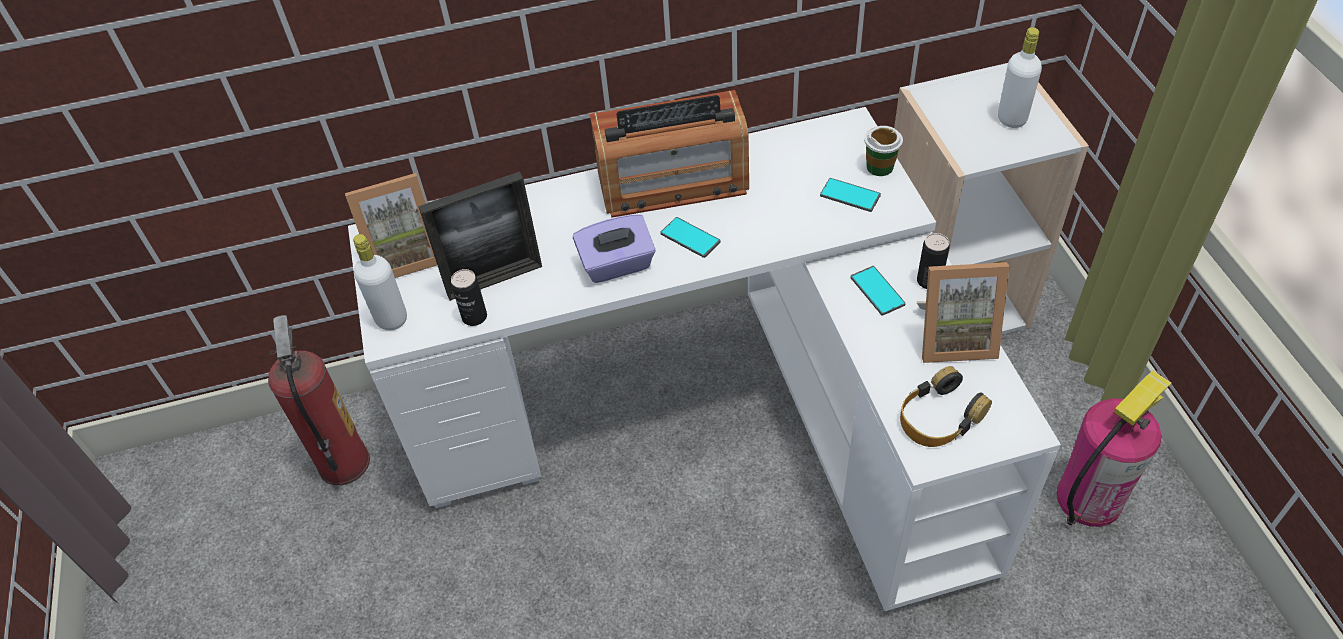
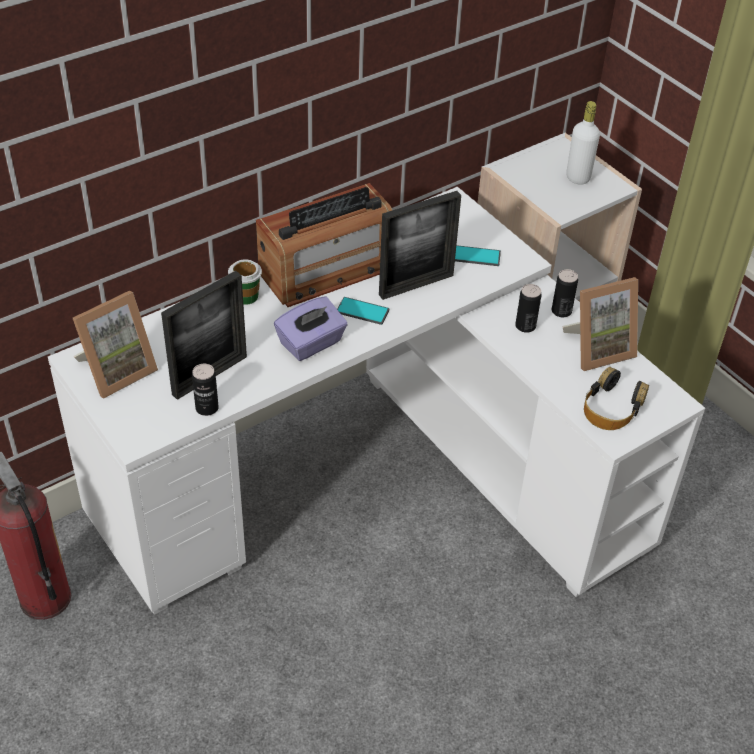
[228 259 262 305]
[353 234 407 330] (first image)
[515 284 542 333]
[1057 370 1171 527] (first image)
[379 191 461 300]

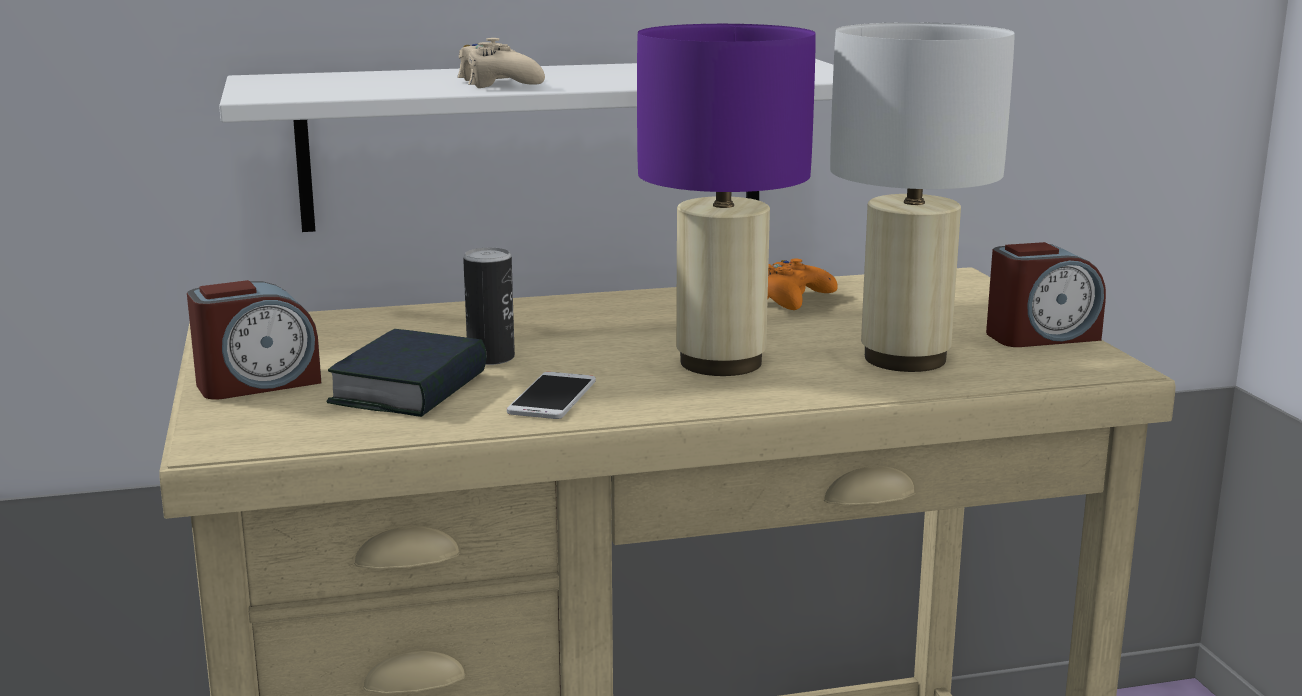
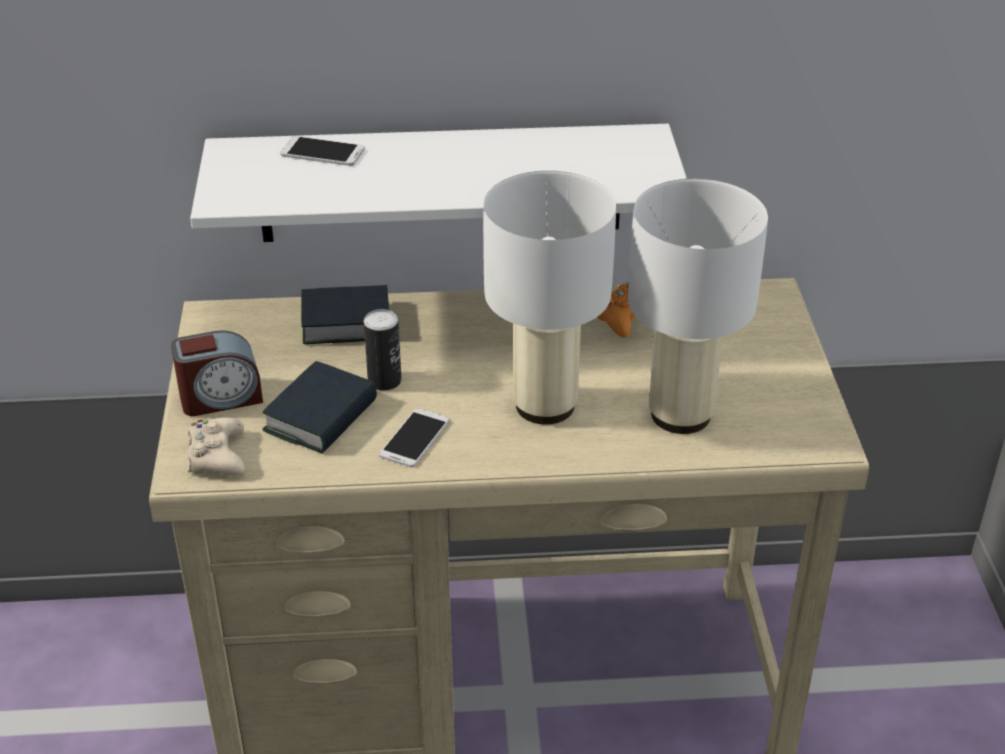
[483 171 616 425]
[187 417 245 476]
[986 242 1106 347] (first image)
[280 136 365 166]
[301 285 389 344]

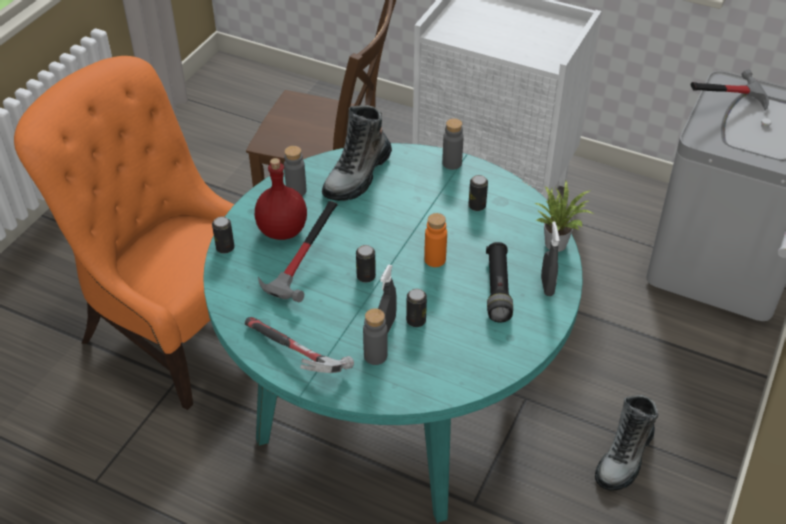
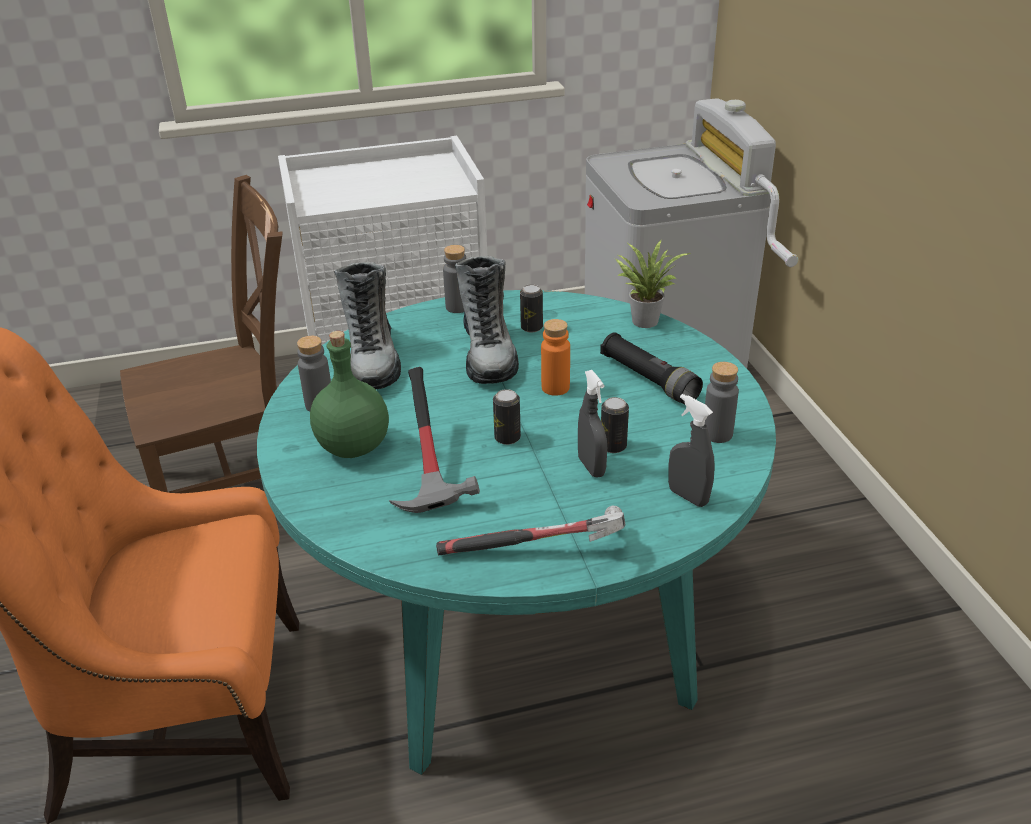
[691 69 769 111] (first image)
[310 331 389 458]
[212 216 234 254] (first image)
[668 394 715 507]
[705 362 739 443]
[455 256 519 384]

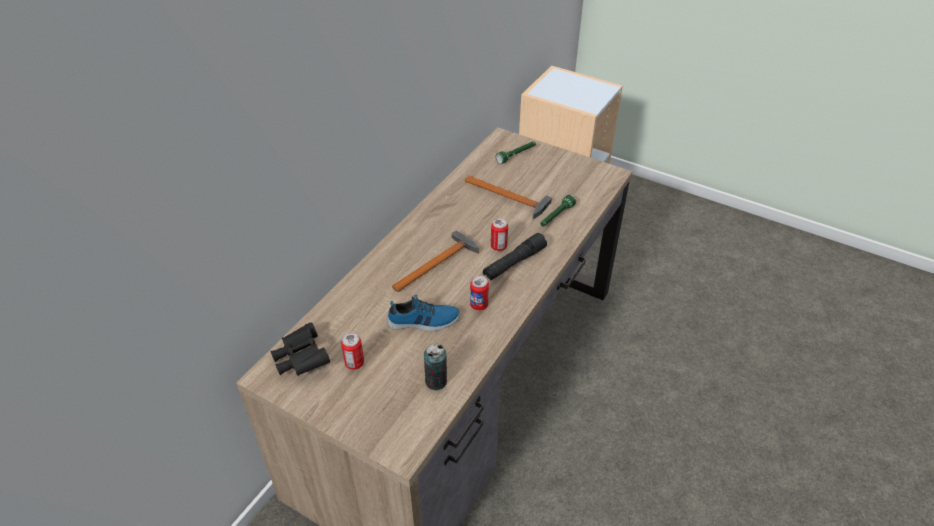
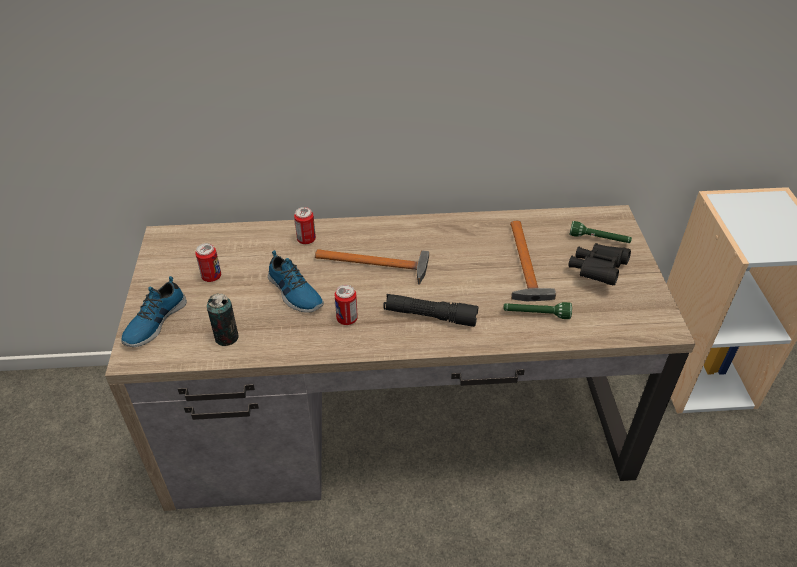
[294 207 316 244]
[568 243 631 285]
[121 276 187 347]

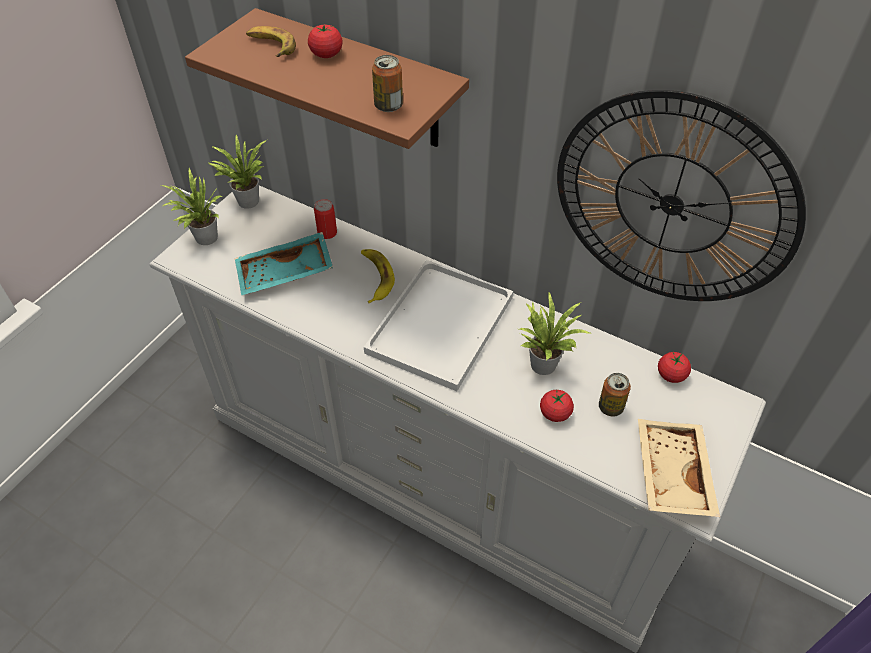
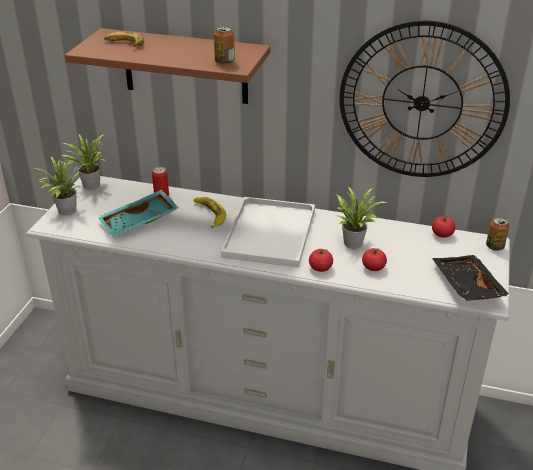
[309 249 333 272]
[486 216 509 251]
[432 255 510 301]

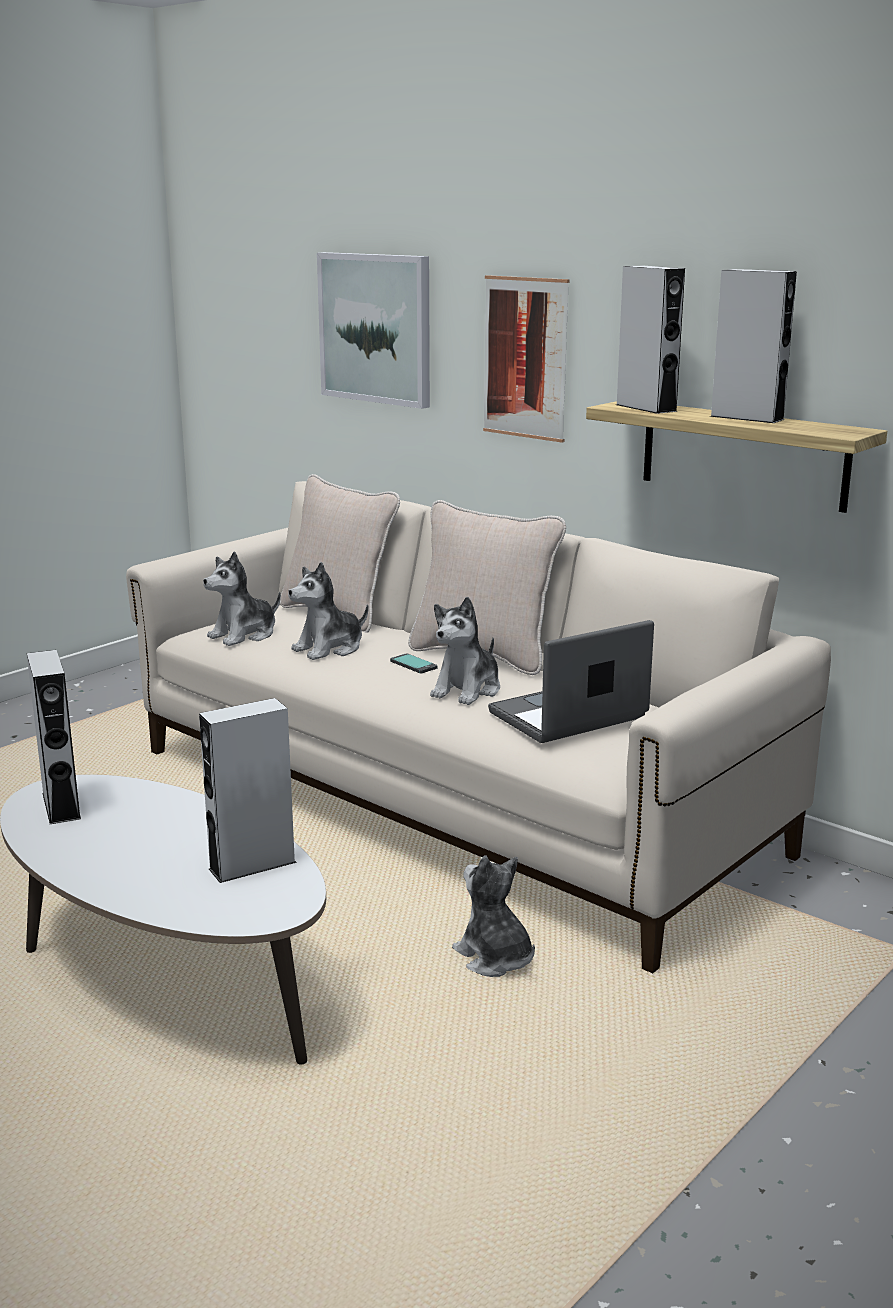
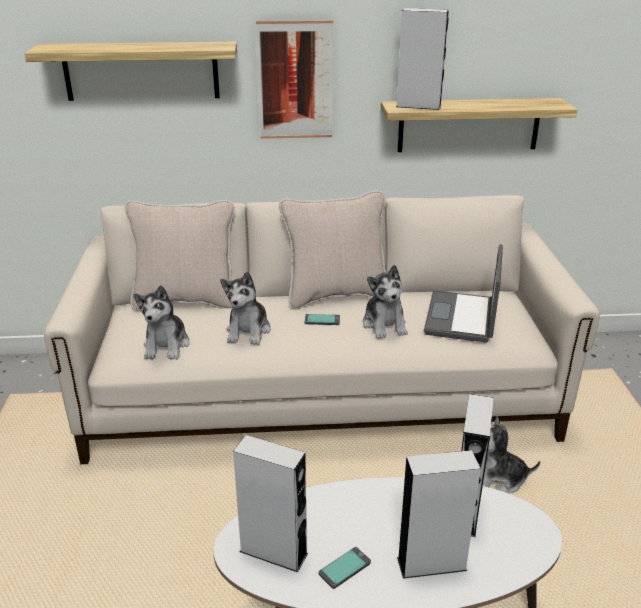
[24 42 237 101]
[397 450 481 579]
[319 547 371 589]

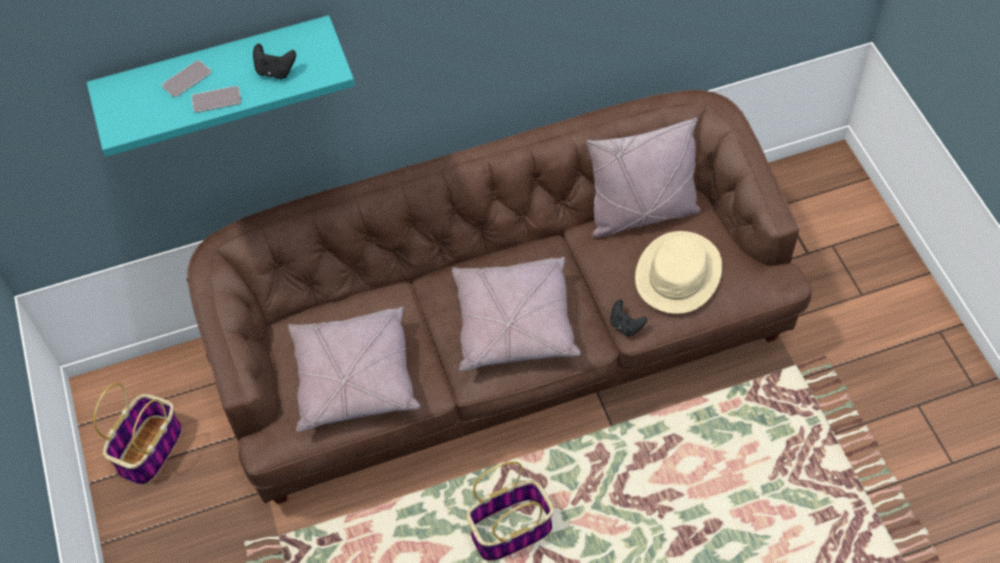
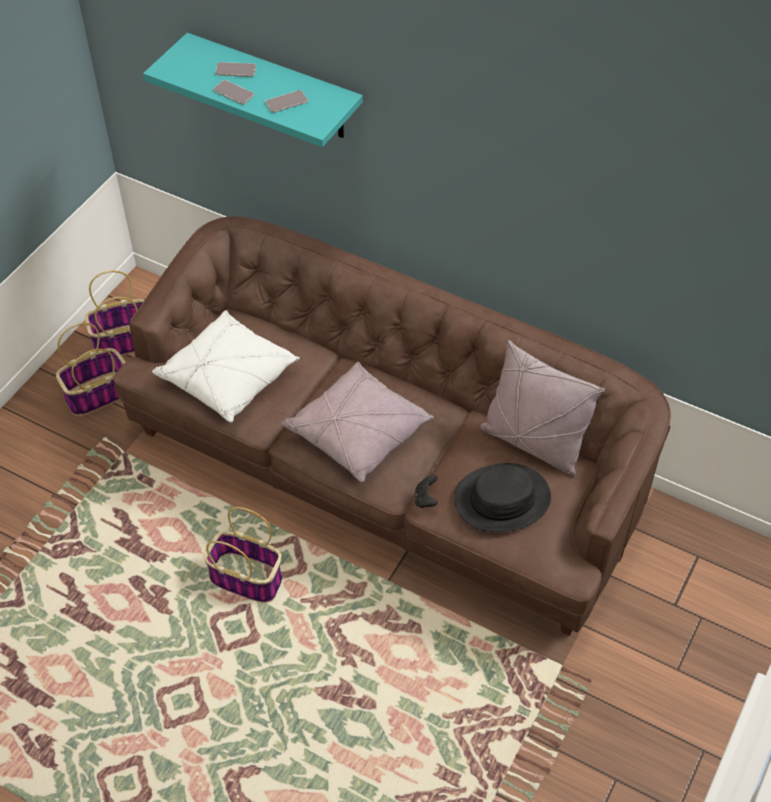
[265 90 308 113]
[454 463 551 532]
[152 310 300 423]
[56 323 126 416]

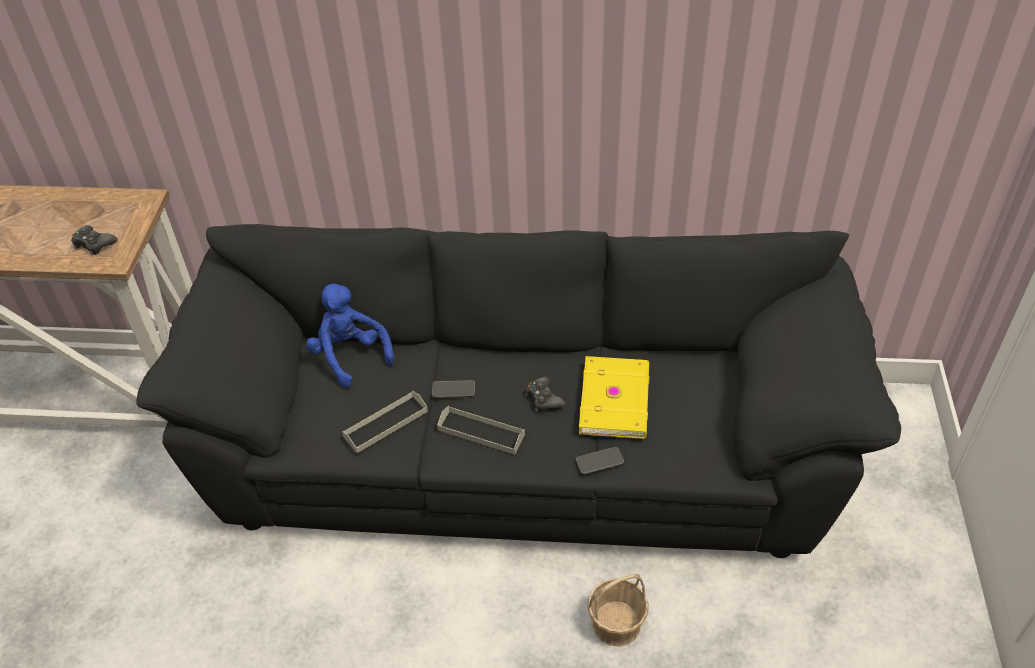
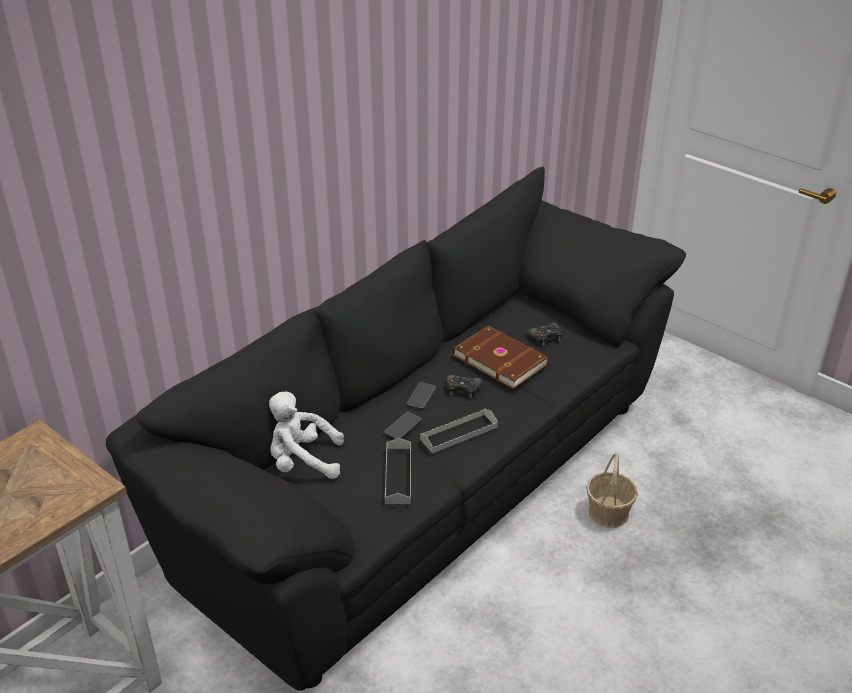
[526 323 562 345]
[269 392 344 479]
[453 325 549 389]
[407 382 436 409]

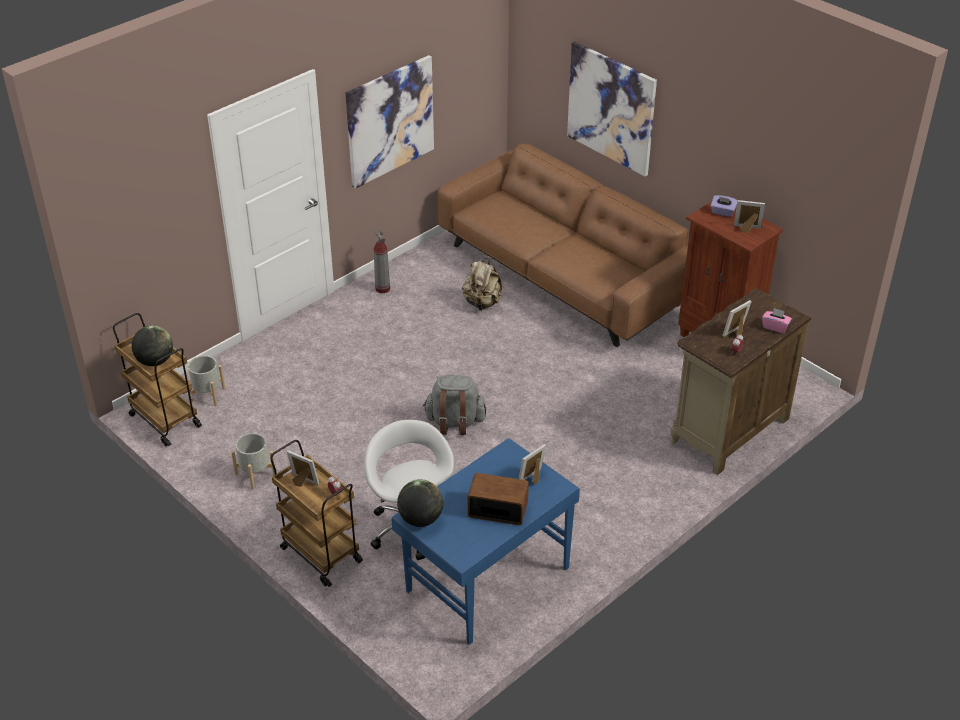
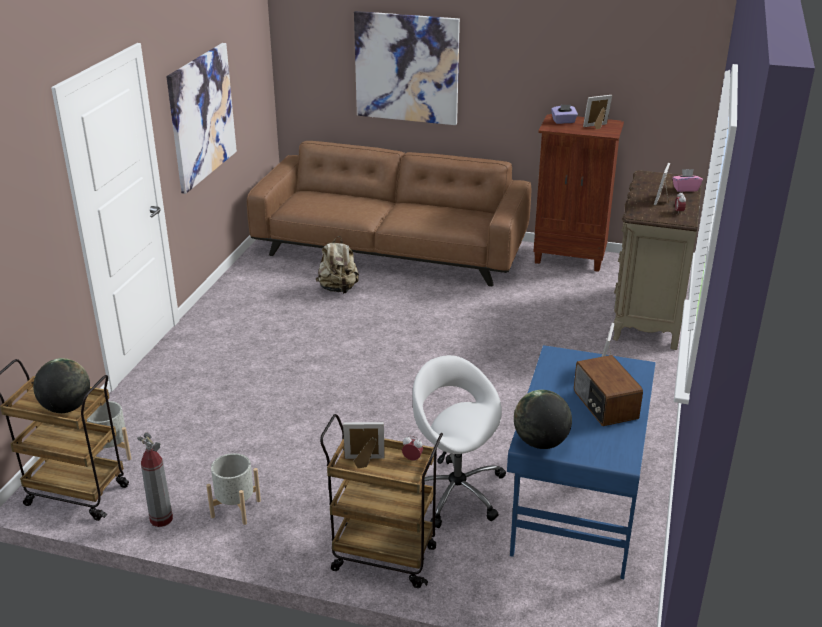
[137 432 173 527]
[423 375 486 435] (first image)
[574 355 643 426]

